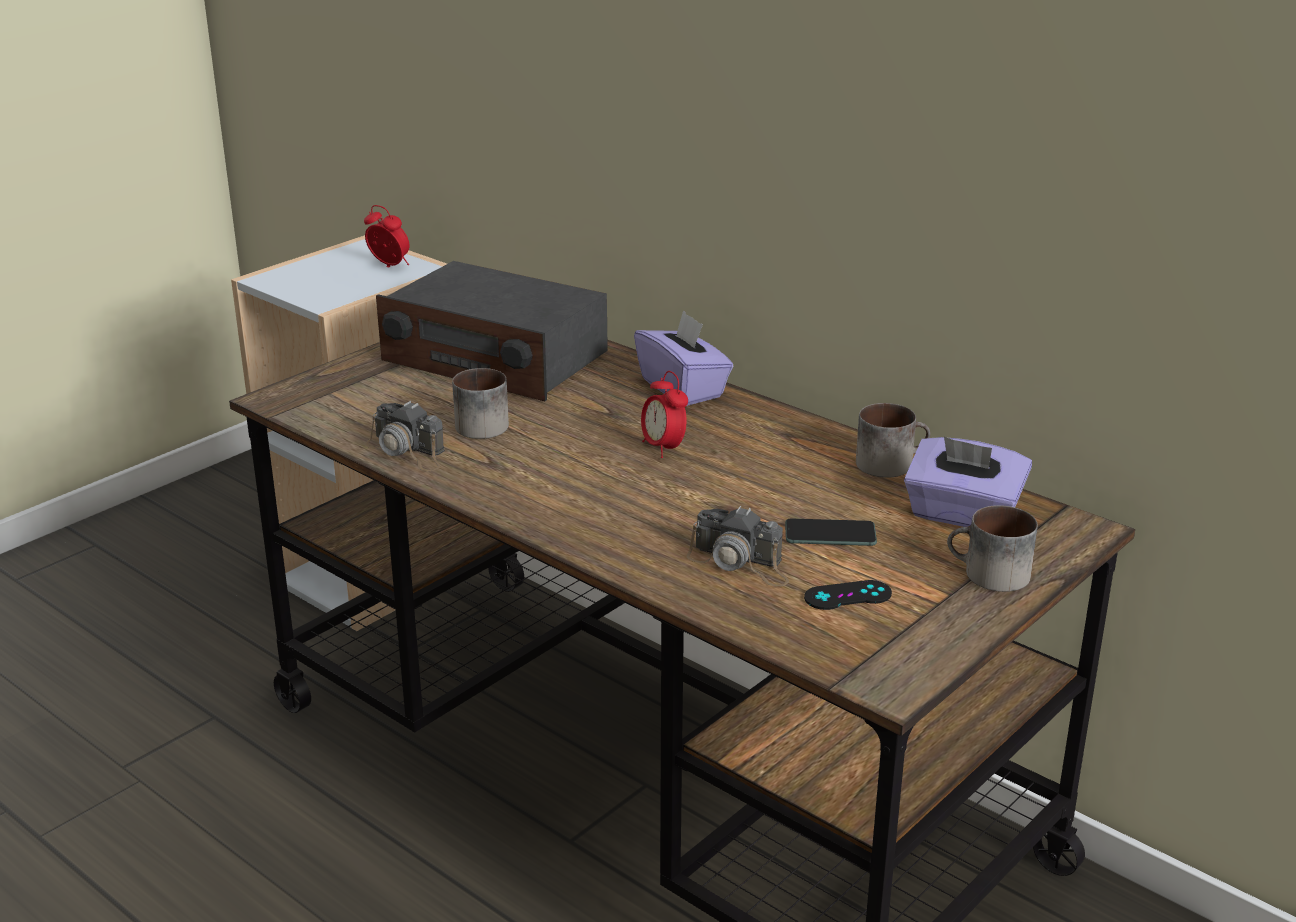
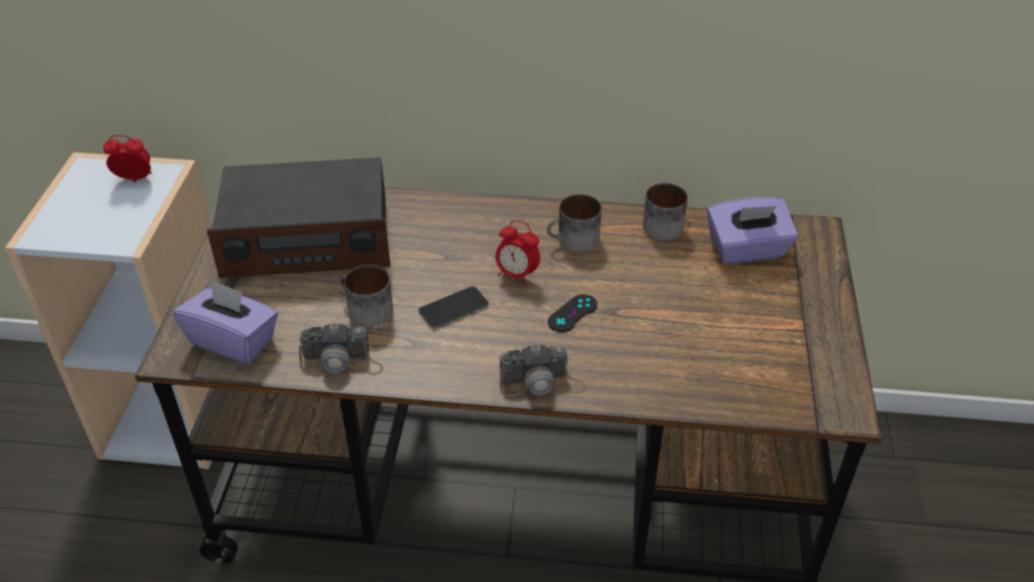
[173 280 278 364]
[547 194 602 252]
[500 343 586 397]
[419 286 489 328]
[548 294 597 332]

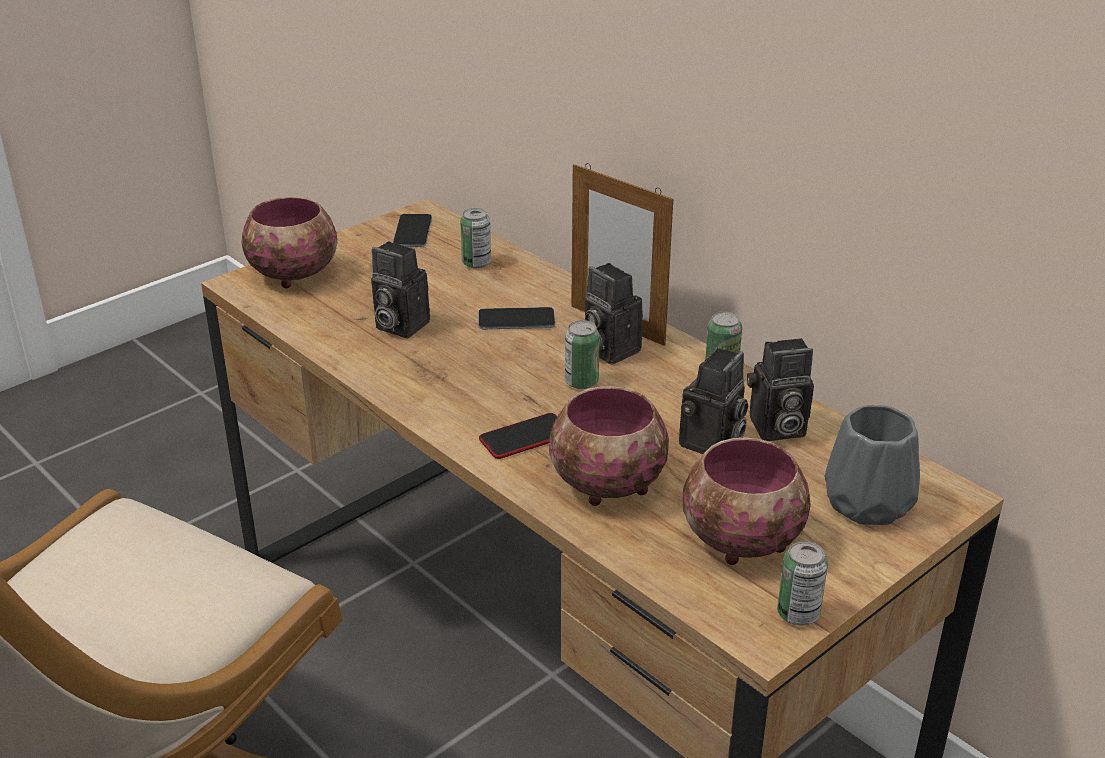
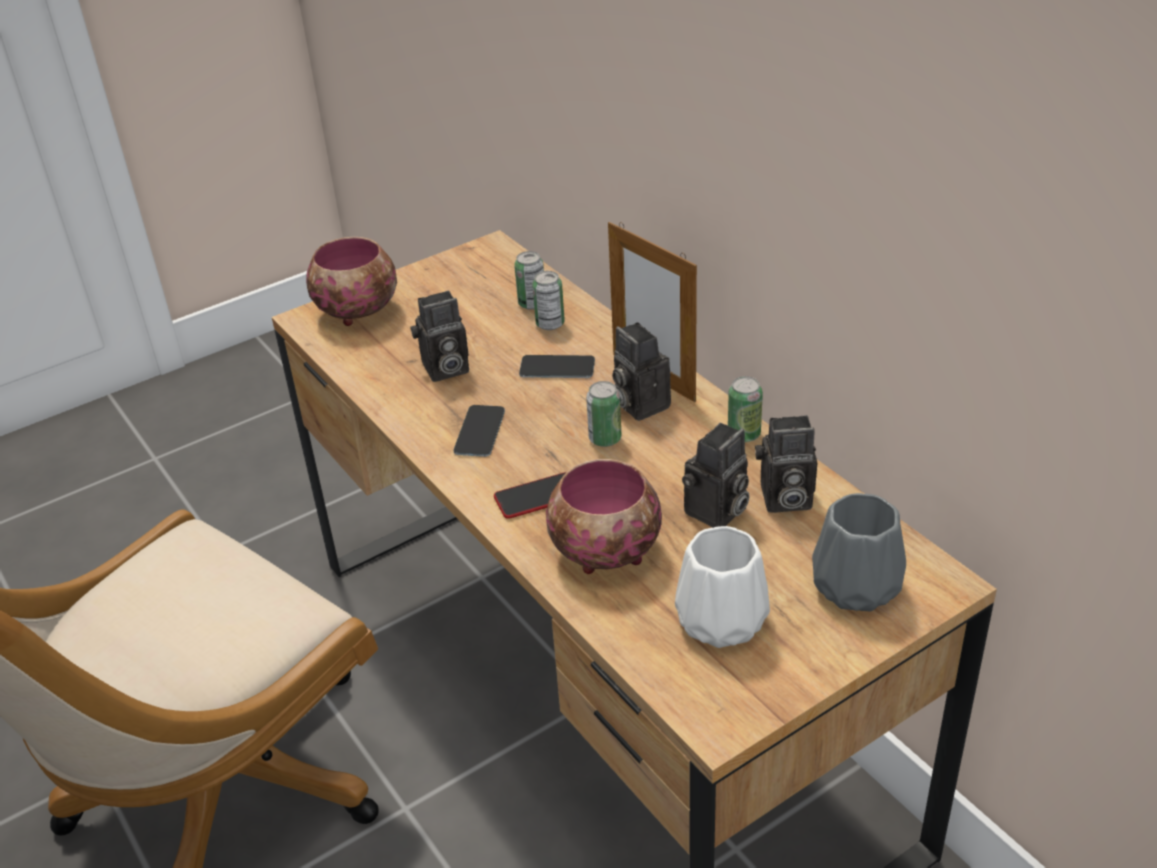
[454 405 505 457]
[410 290 469 382]
[675 526 770 648]
[532 271 565 330]

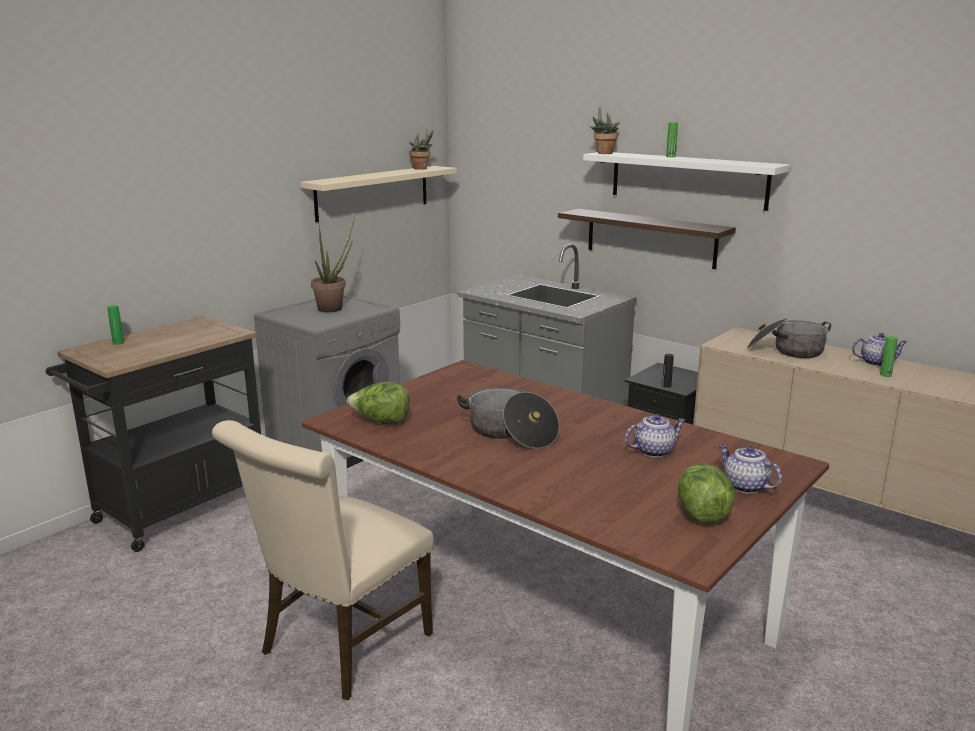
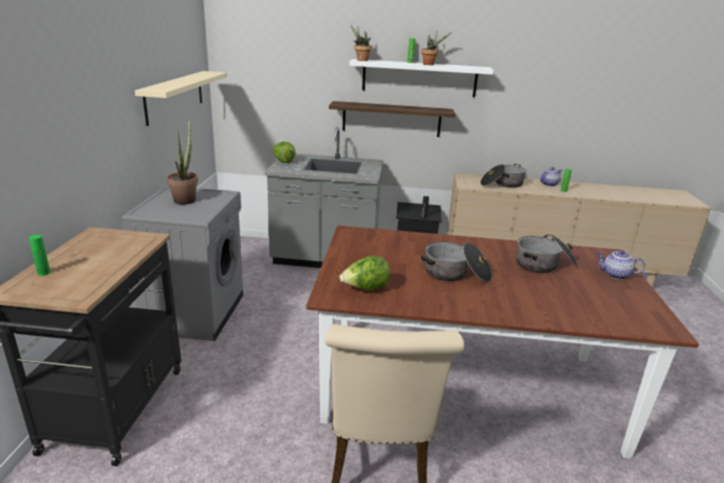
[421 32 452 65]
[516 234 577 273]
[273 142 296 163]

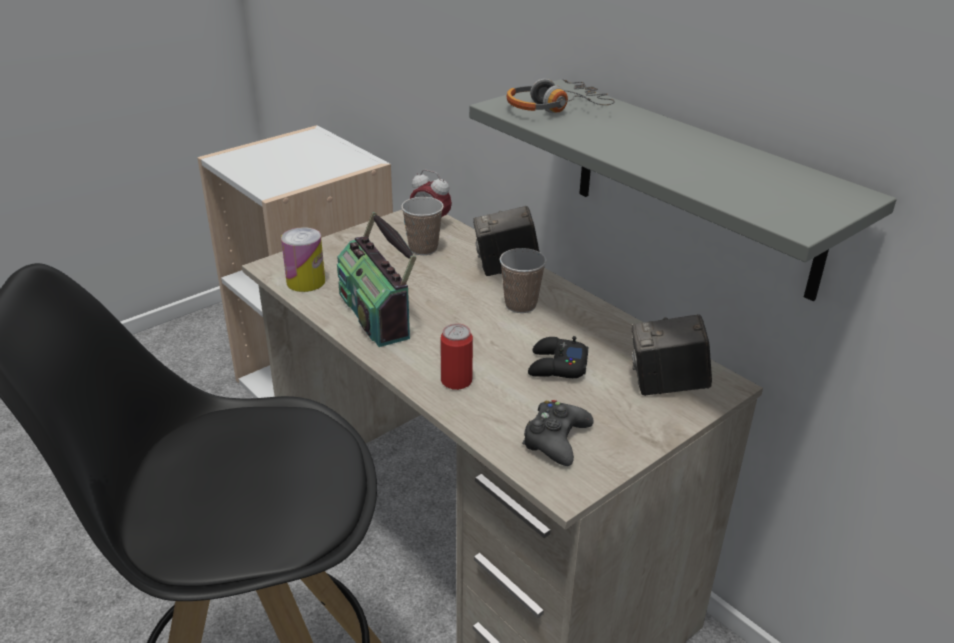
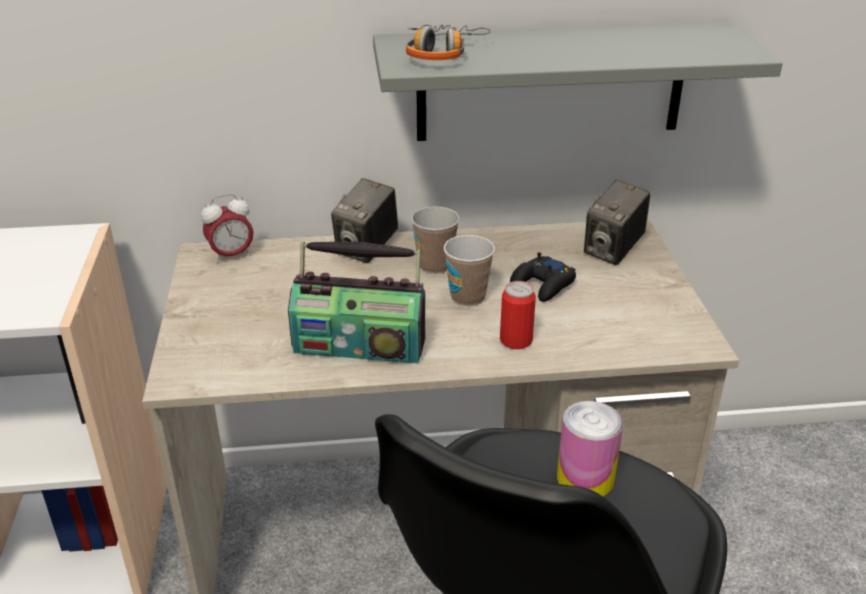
[444 235 495 306]
[557 401 623 496]
[522 400 594 466] (first image)

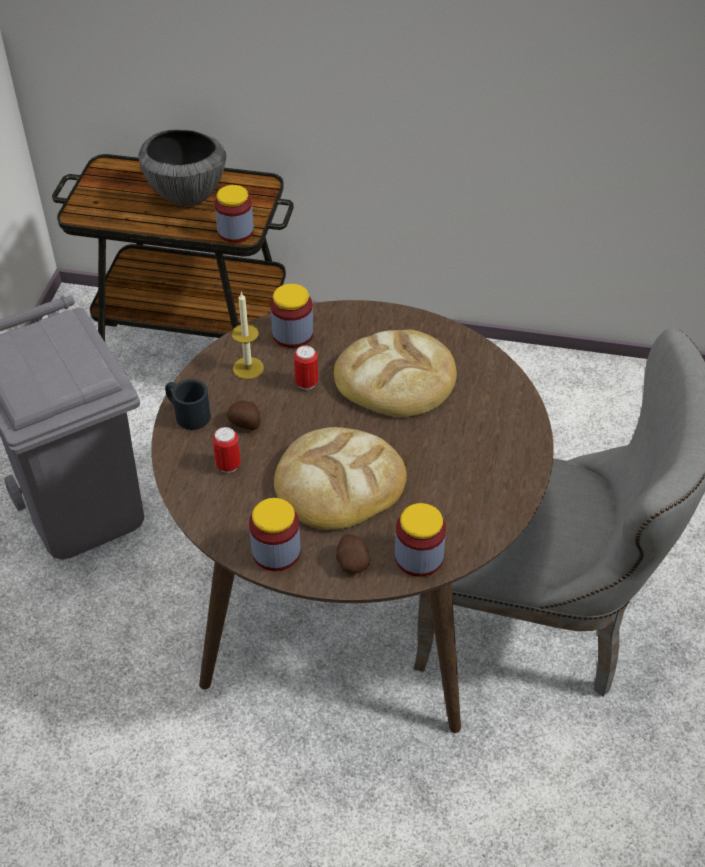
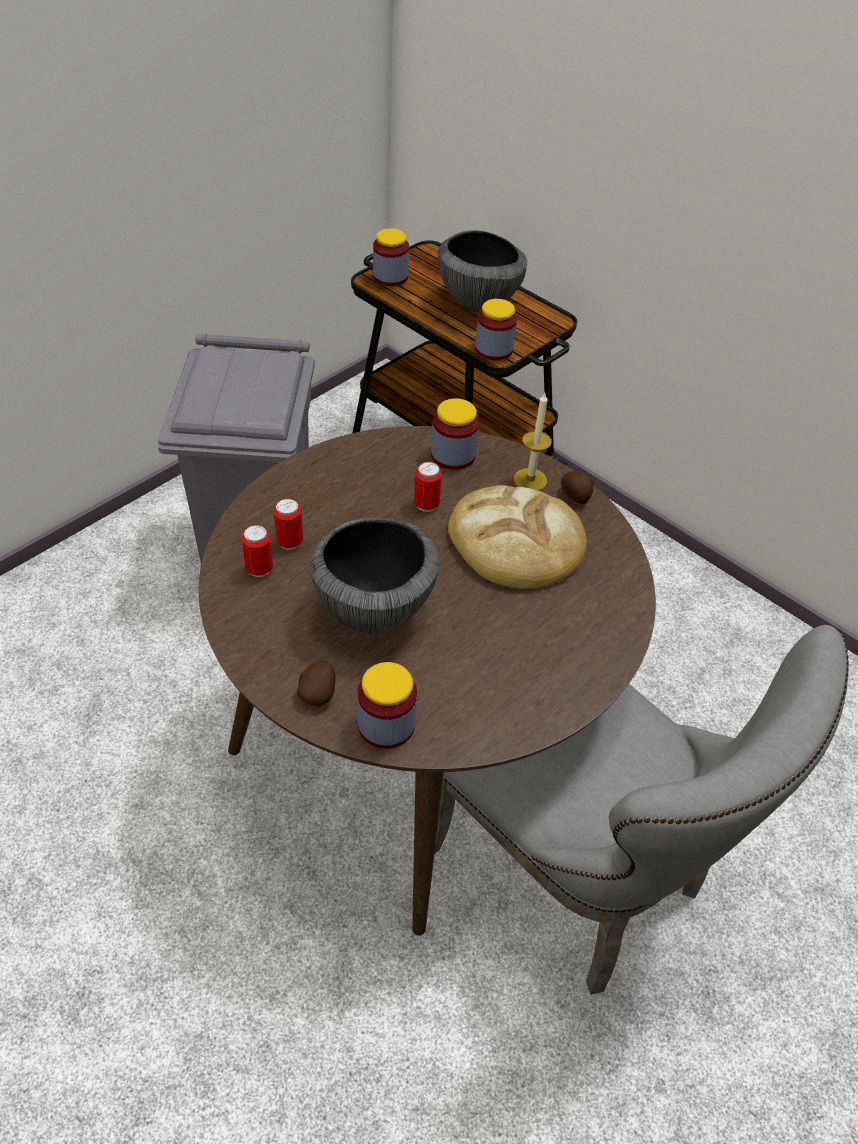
[514 393 552 491]
[165 379 211 430] (first image)
[561 471 594 504]
[310 518 439 634]
[373 228 409 286]
[241 525 273 577]

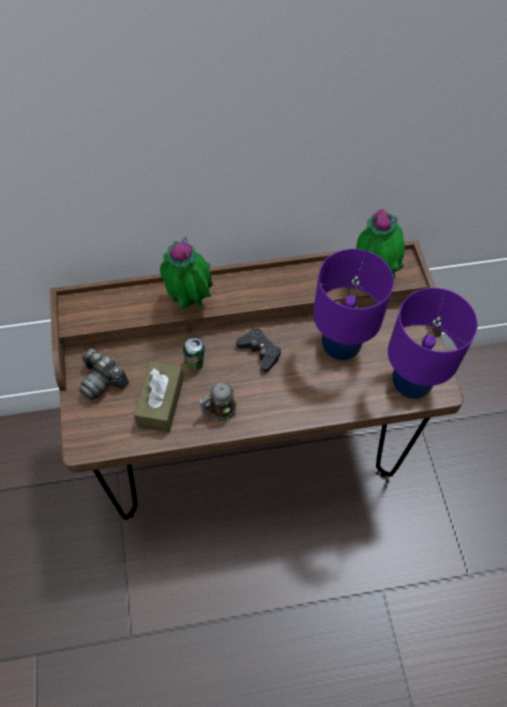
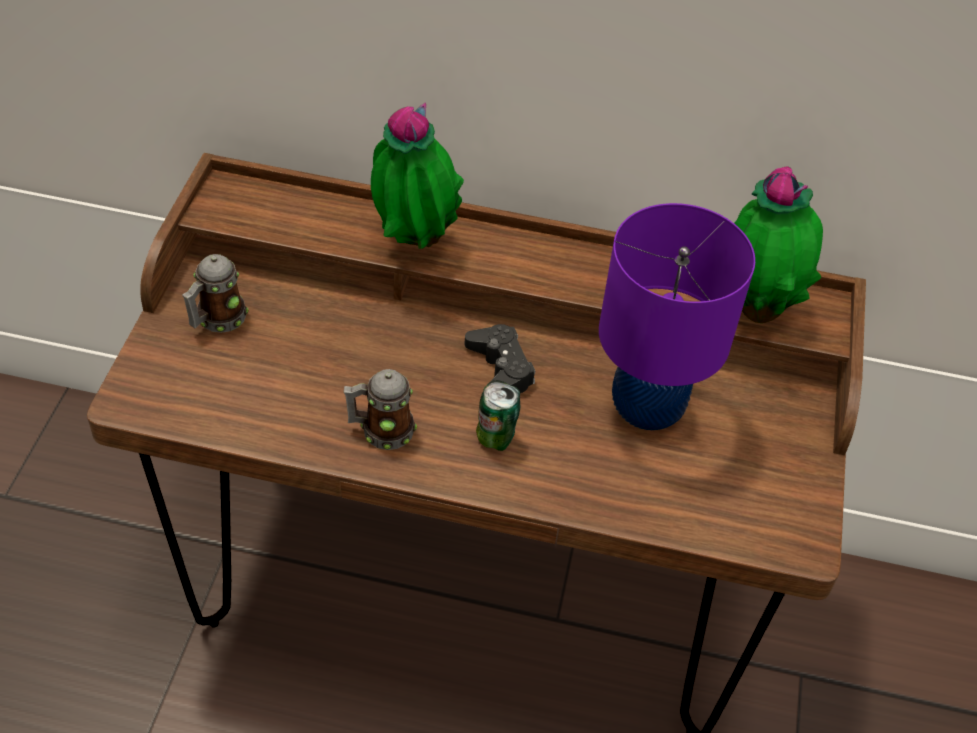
[388 288 478 399] (first image)
[476 380 520 451]
[182 254 249 333]
[134 361 184 432] (first image)

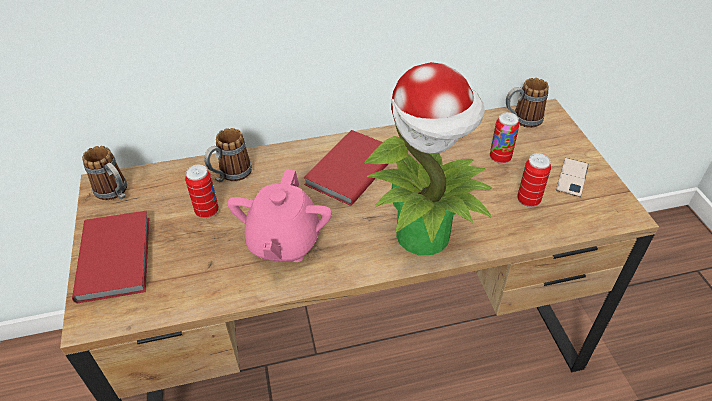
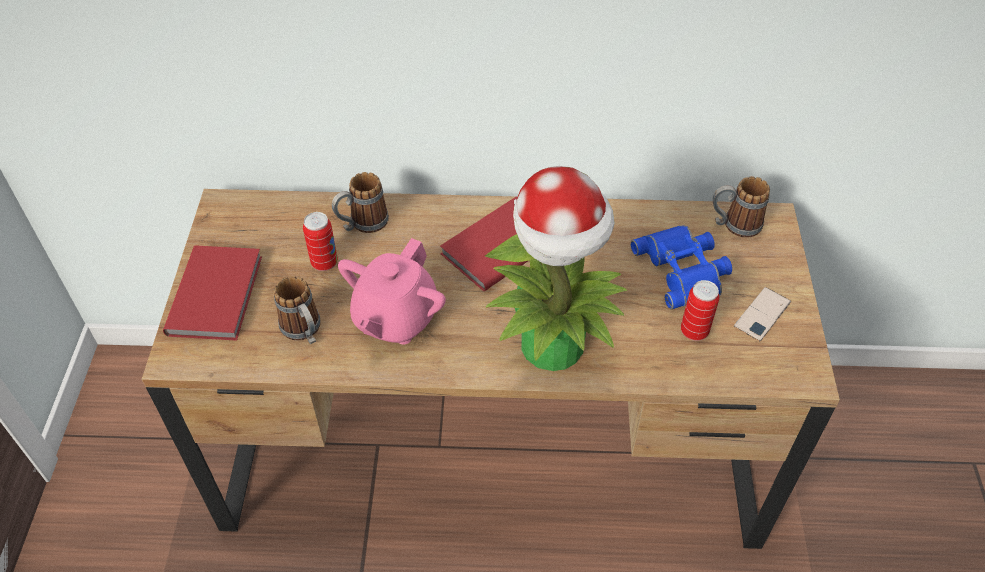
[631 225 732 309]
[274 276 321 344]

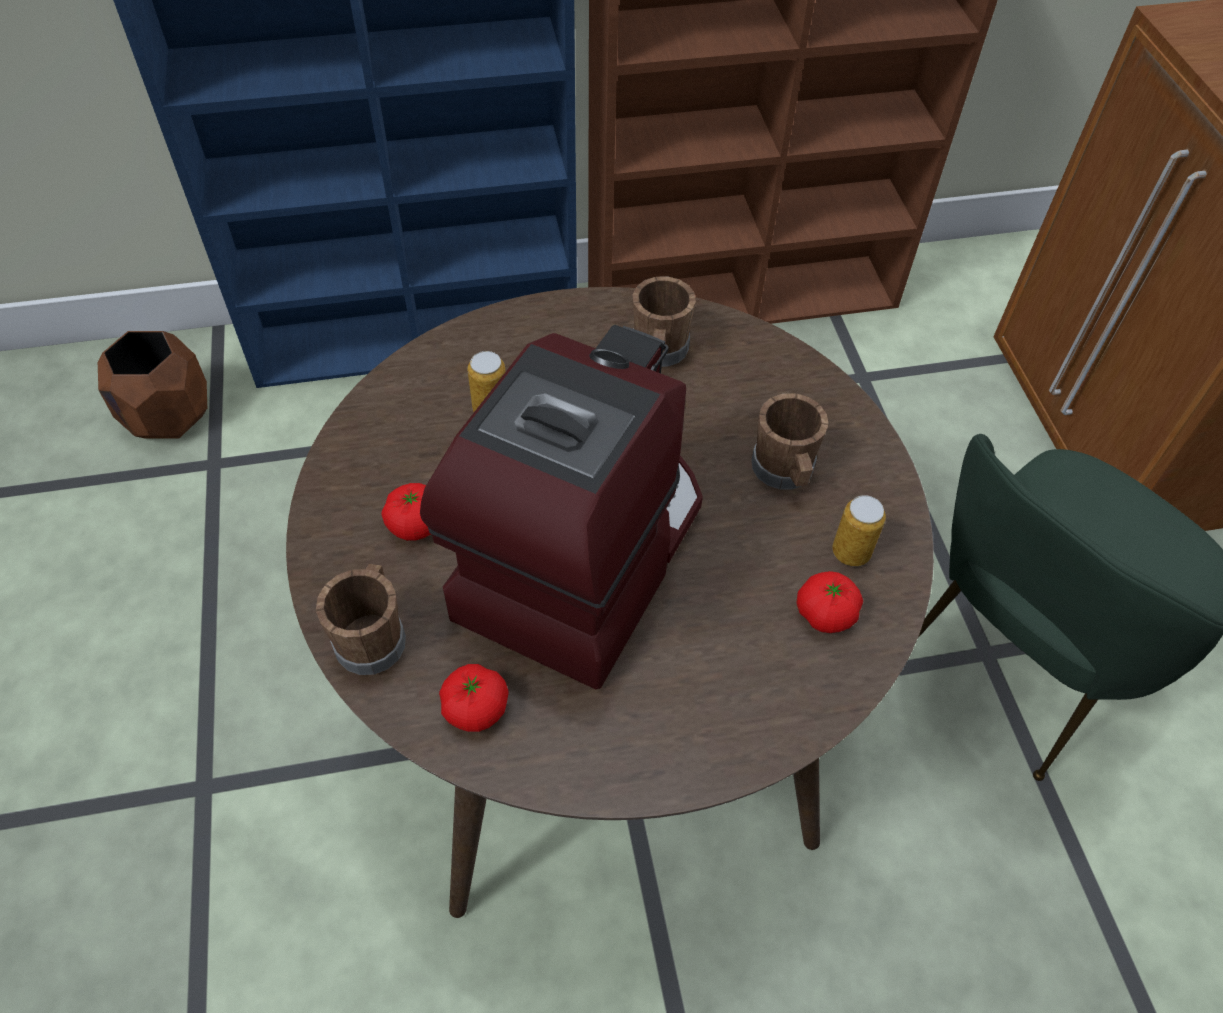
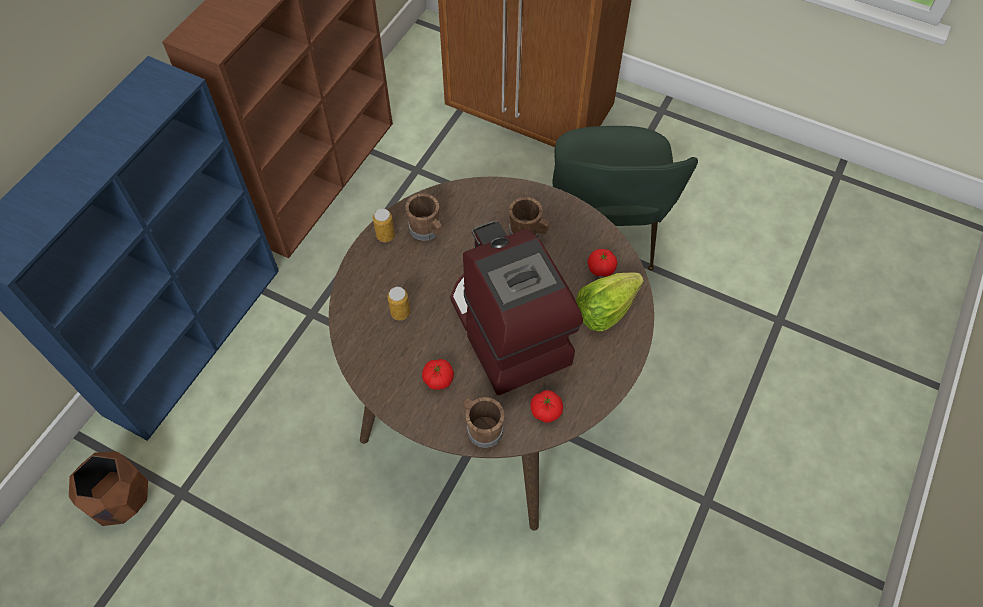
[373 209 395 242]
[576 272 644 331]

